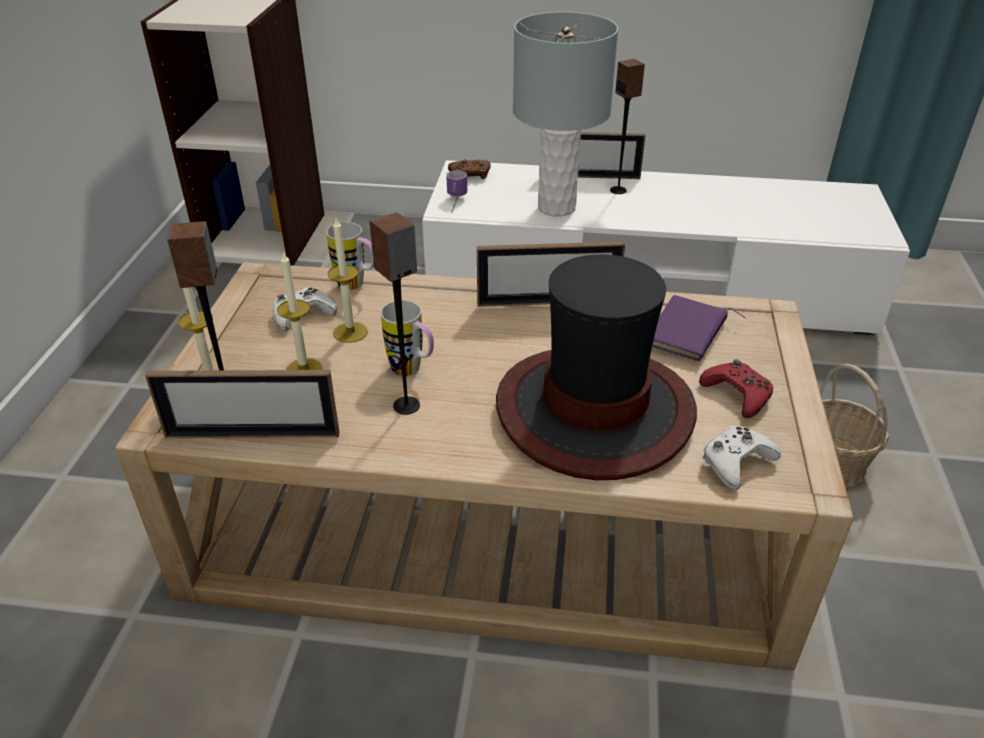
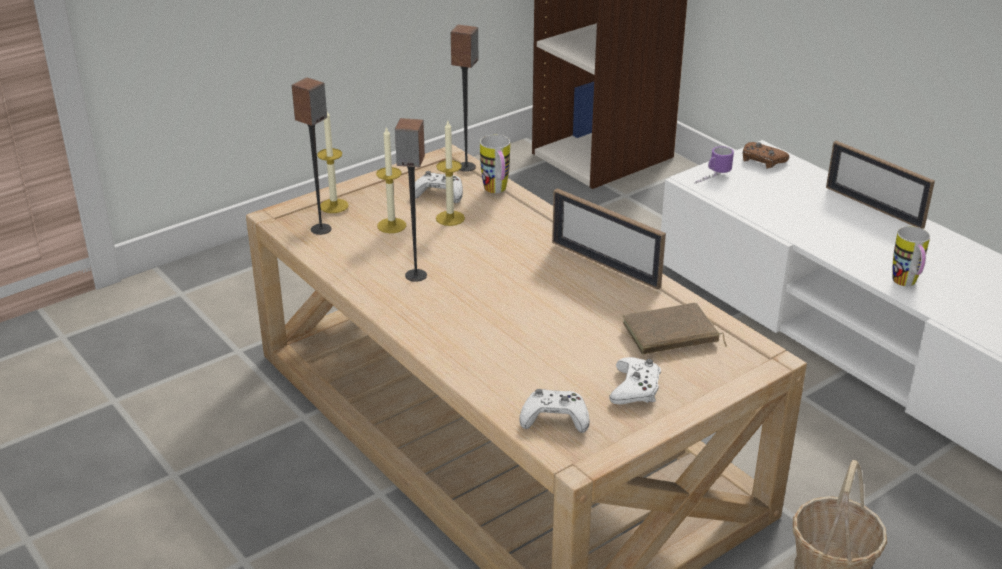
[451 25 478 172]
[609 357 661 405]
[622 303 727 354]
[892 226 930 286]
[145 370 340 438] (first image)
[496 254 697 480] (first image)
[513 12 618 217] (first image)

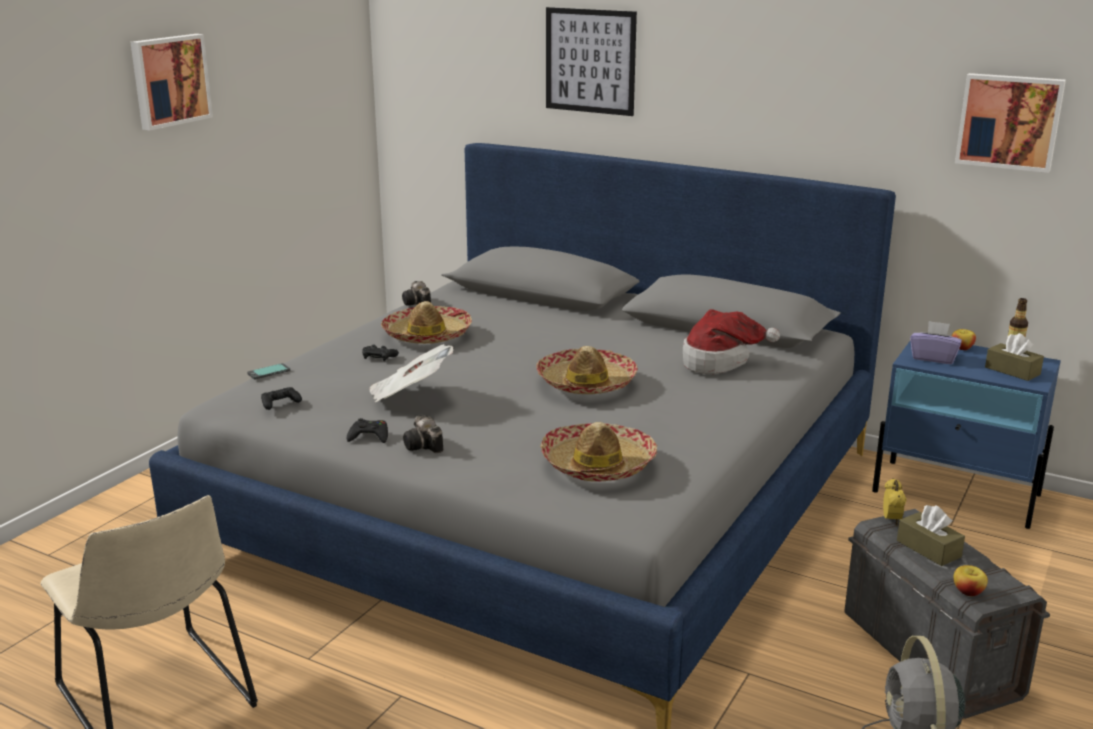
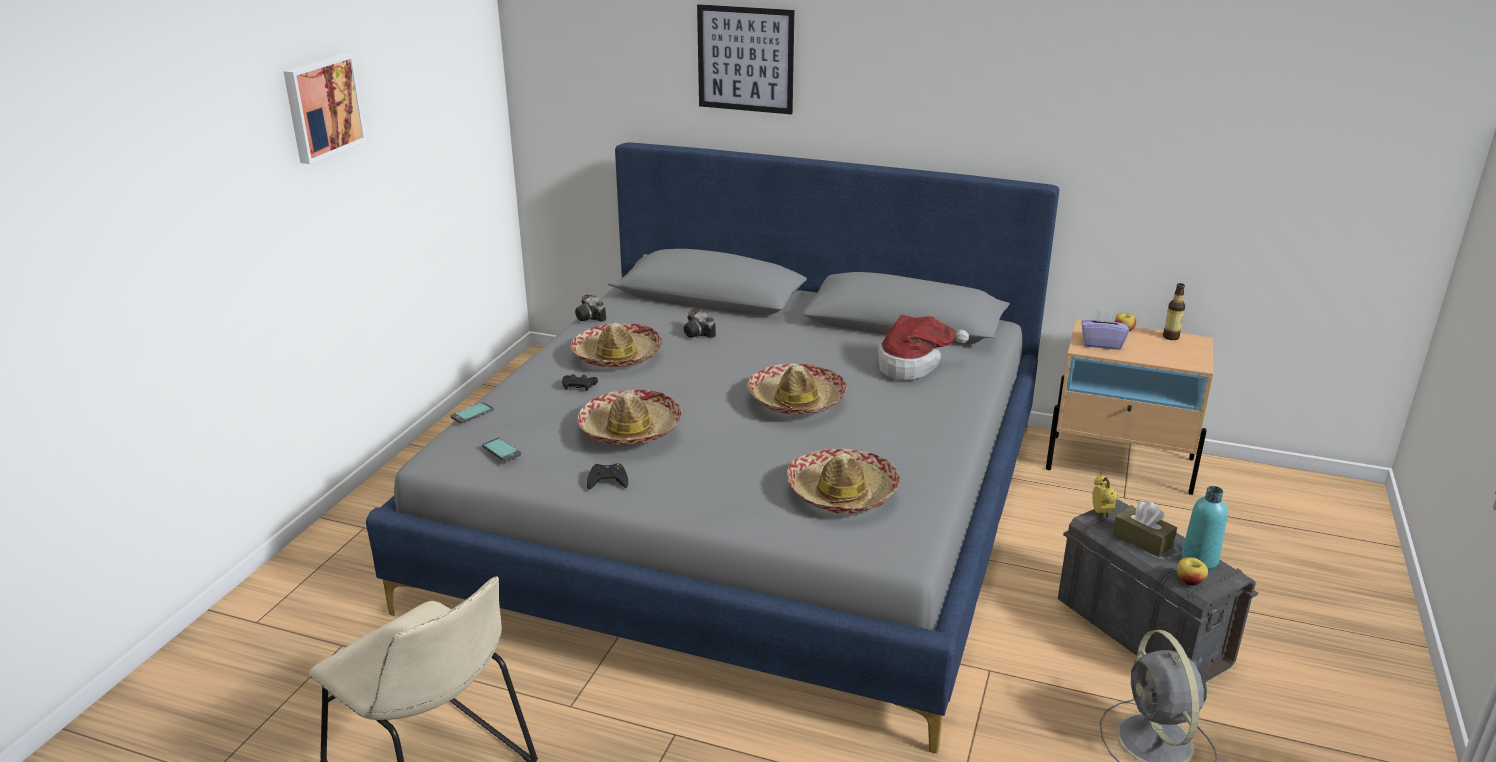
[482 438 521 462]
[577 390 682 445]
[683 310 716 338]
[1046 319 1213 495]
[1181 486 1228 569]
[955 73 1066 173] (first image)
[985 333 1044 381] (first image)

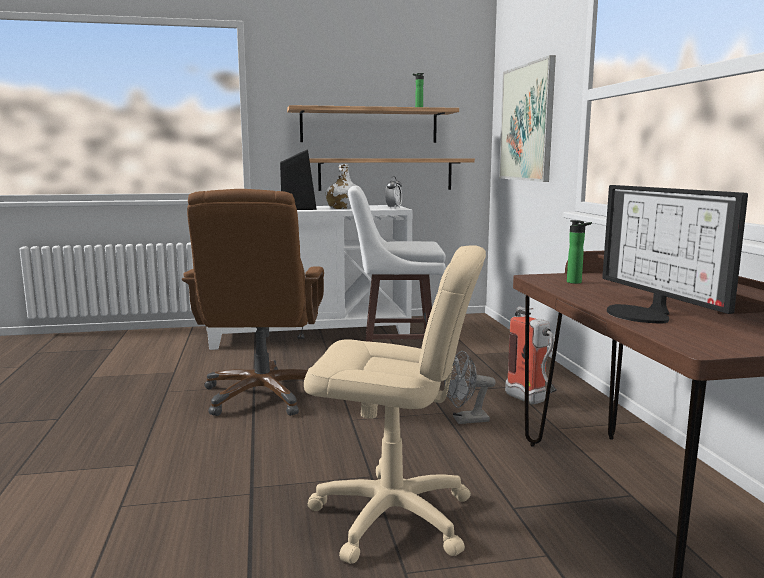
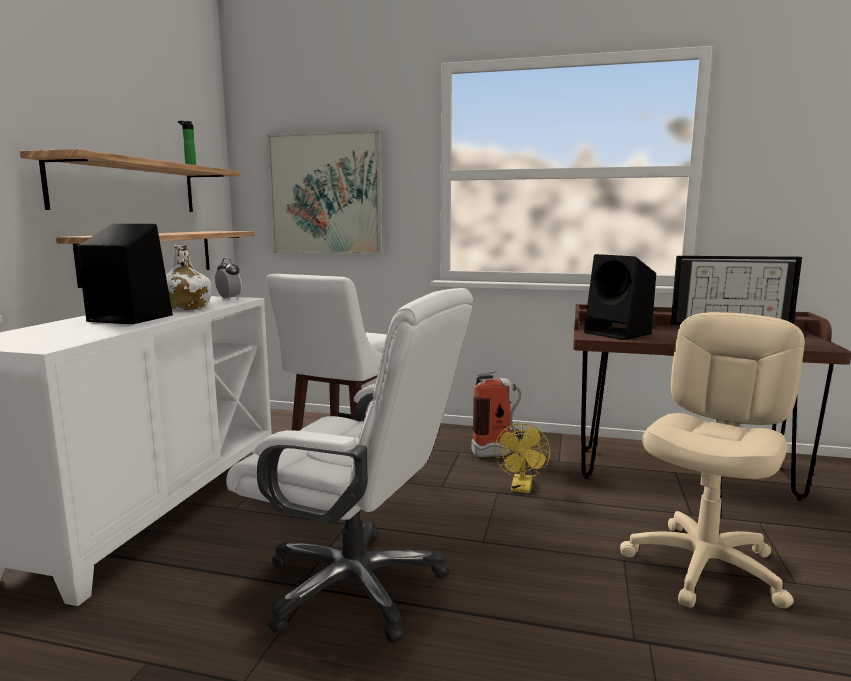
[226 288 473 643]
[494 423 550 493]
[584 254 656 340]

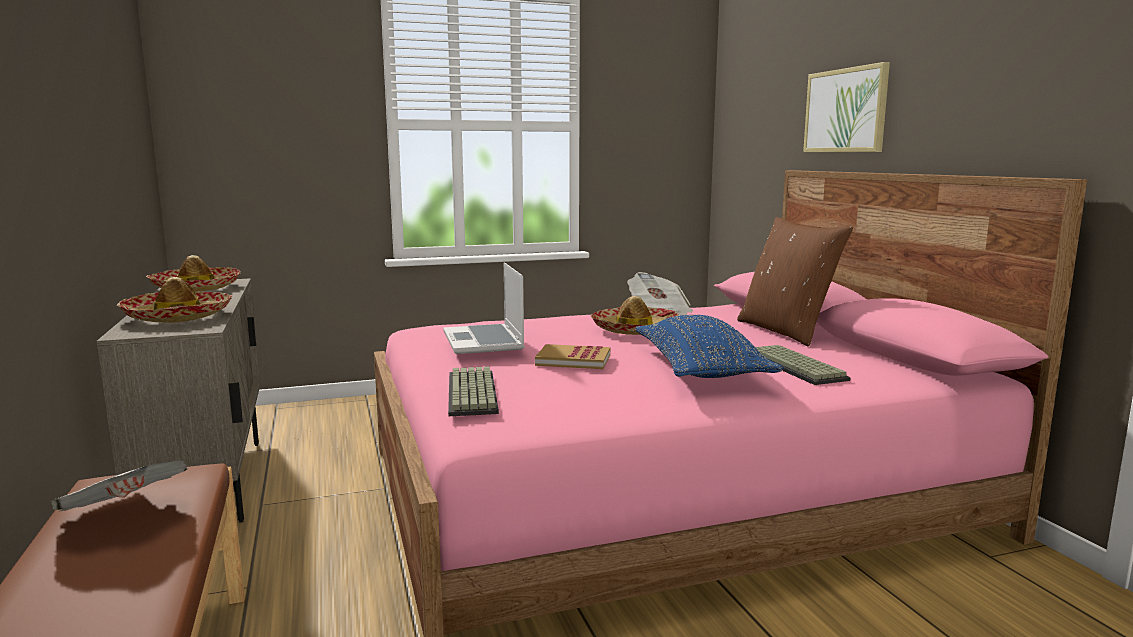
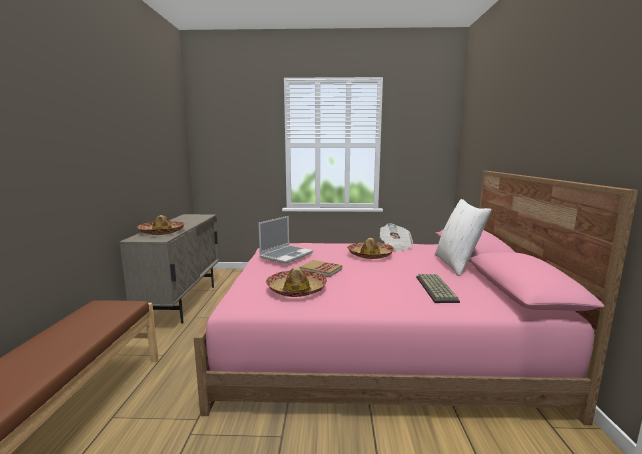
[258 216 313 264]
[266 267 327 297]
[435 199 492 276]
[50 461 188 511] (first image)
[448 367 499 416] (first image)
[635 315 783 378] (first image)
[803 62 890 152] (first image)

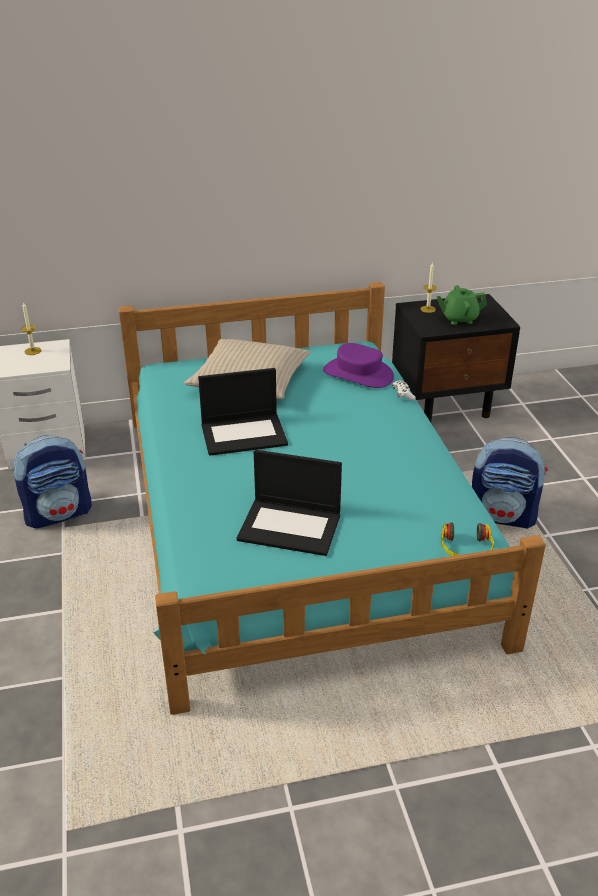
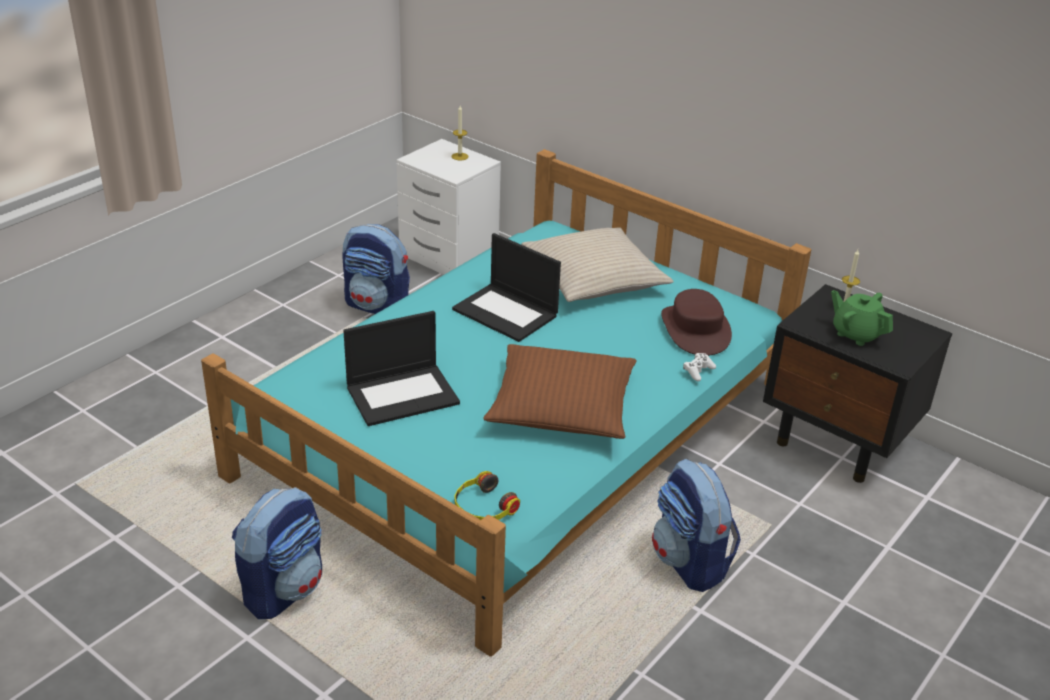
[232 487 322 619]
[343 311 460 426]
[483 344 636 439]
[661 289 732 356]

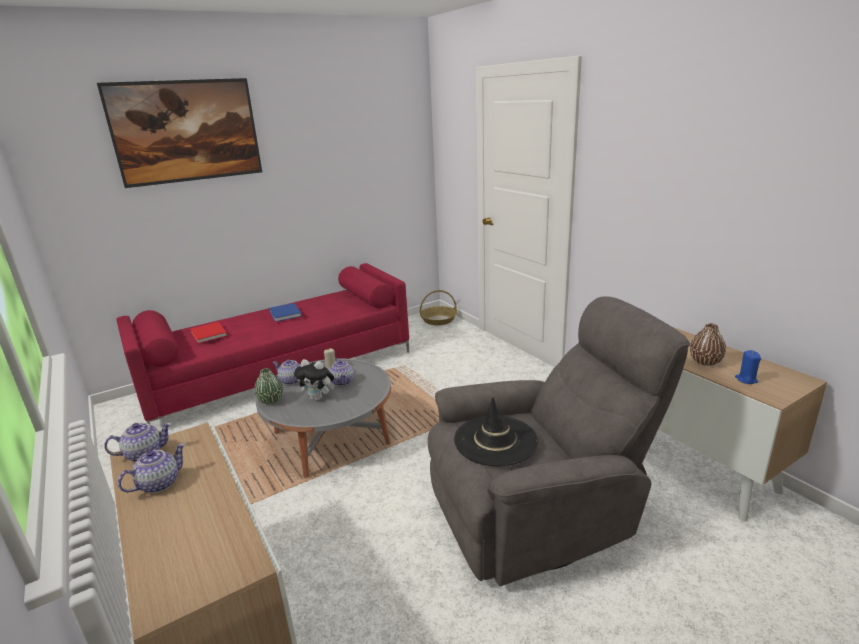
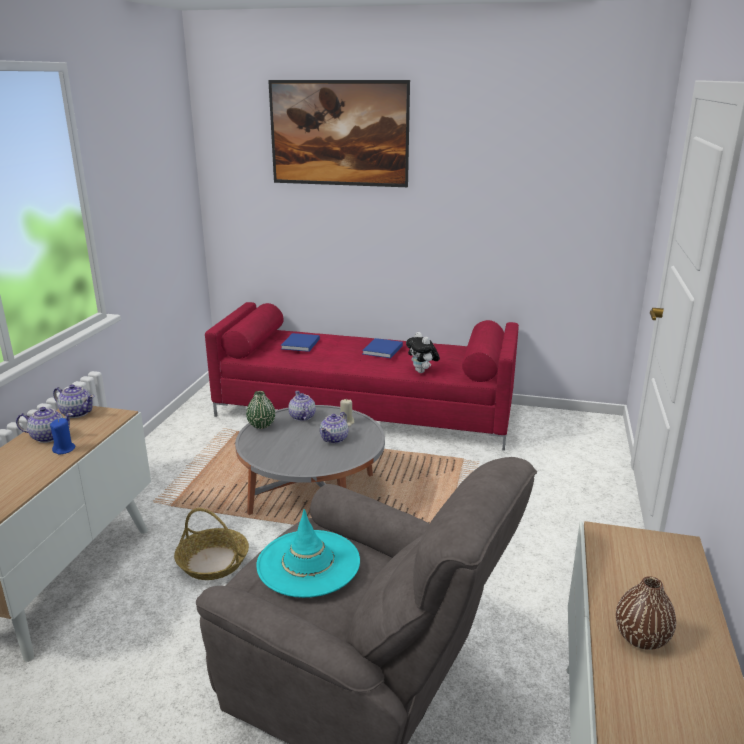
[50 418 75 455]
[174 508 249 580]
[257 509 360 598]
[281 333 320 352]
[406 332 440 373]

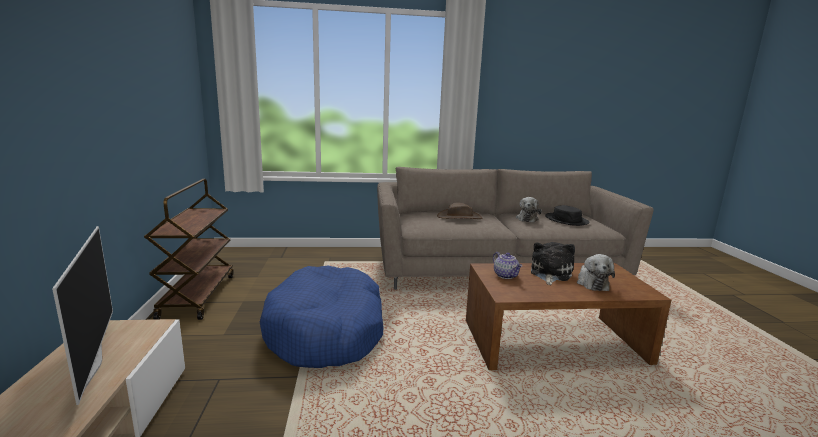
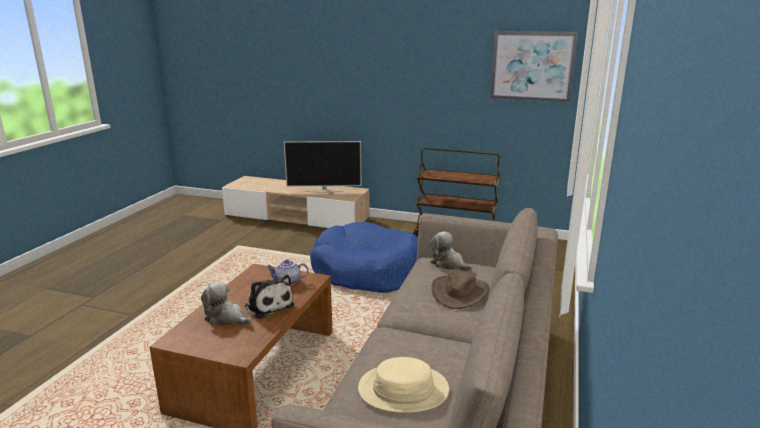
[358 357 449 413]
[430 231 473 271]
[490 31 578 103]

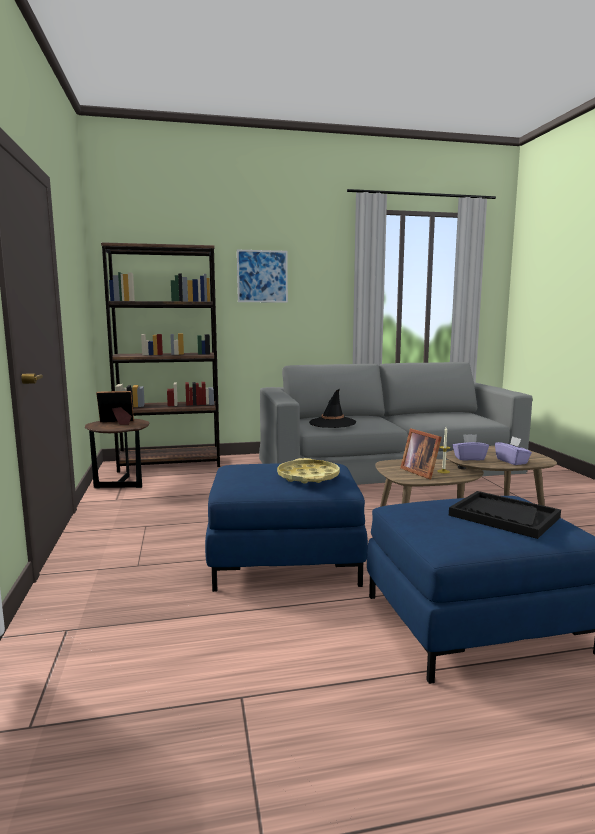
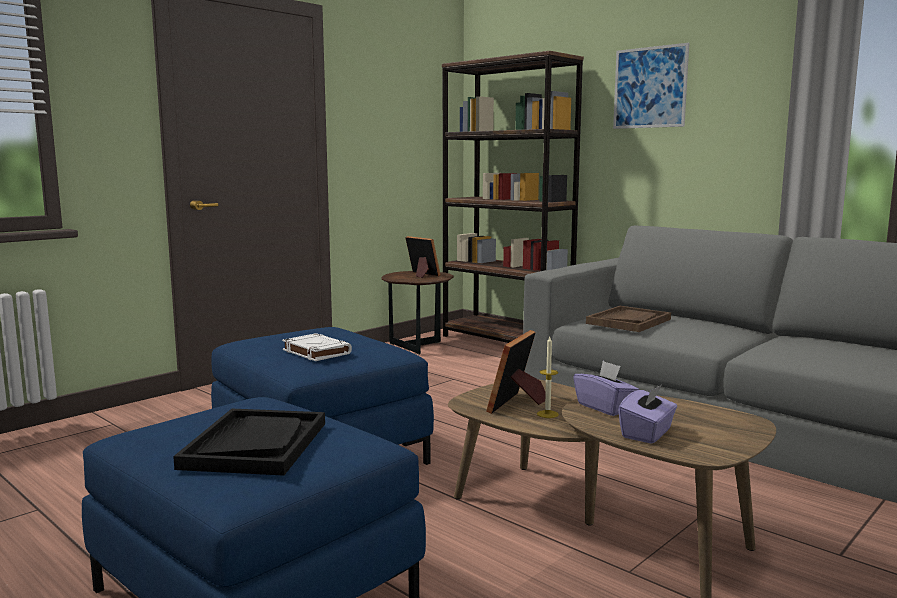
[282 333 352 361]
[586 306 671 332]

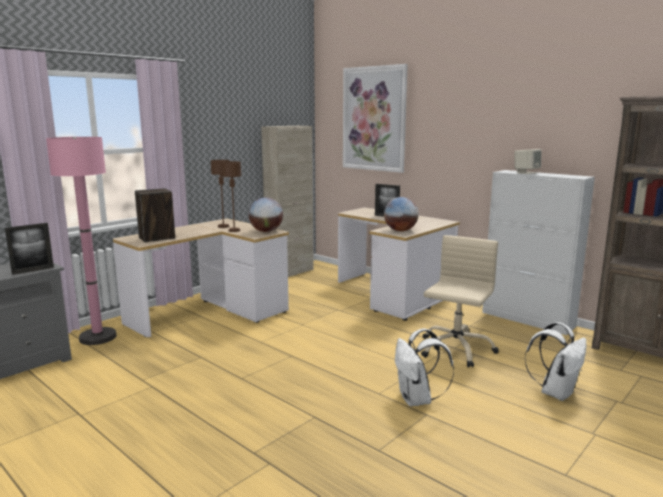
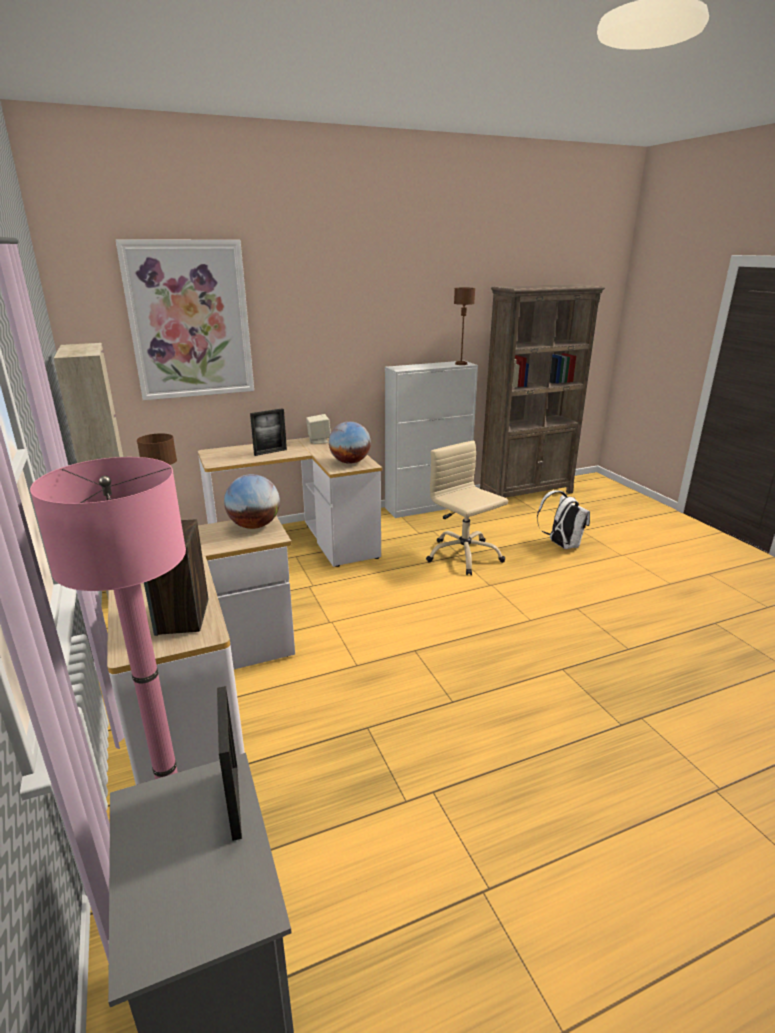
[306 414 331 444]
[454 288 475 365]
[395 328 454 406] (first image)

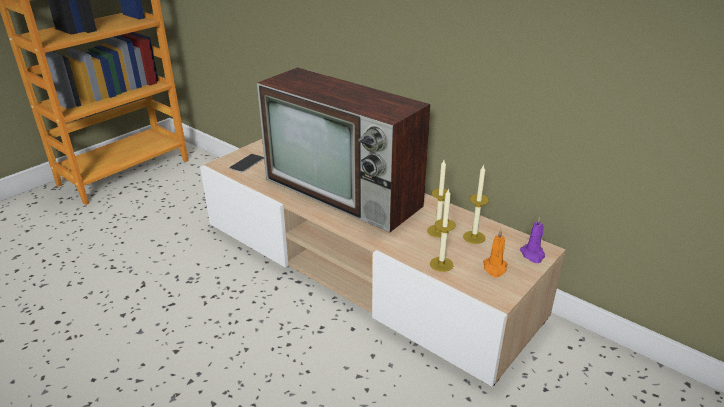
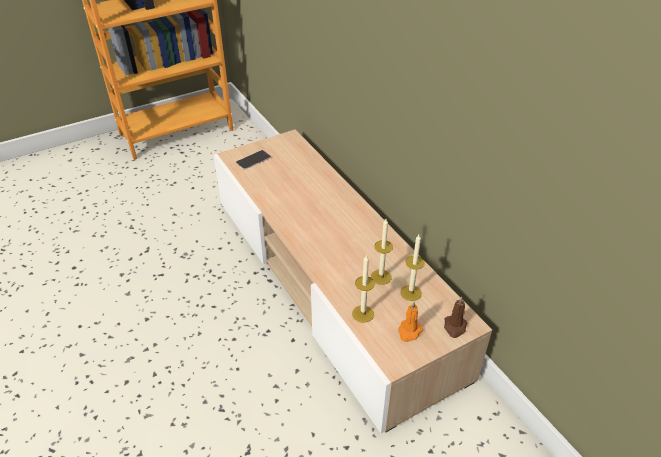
[444 296 467 338]
[257 67 430 233] (first image)

